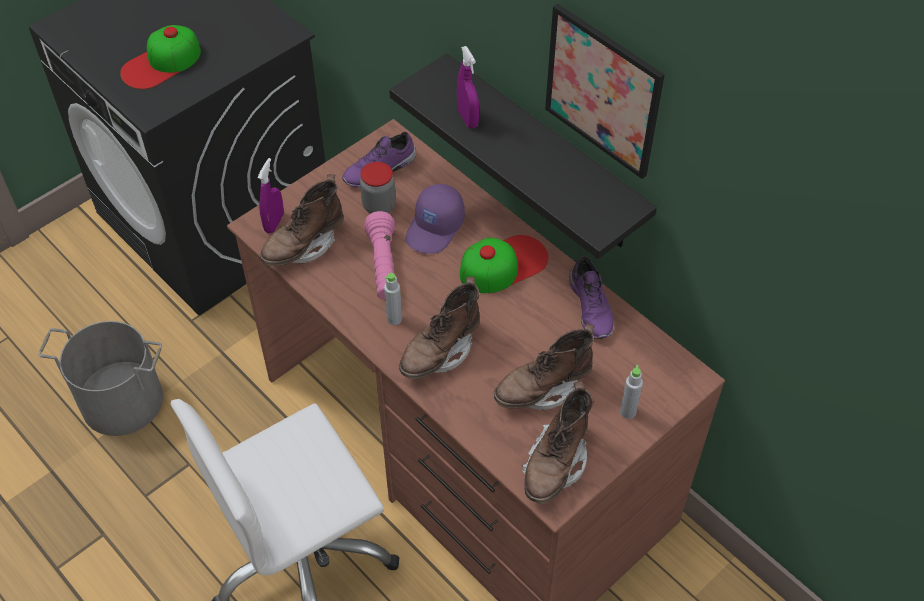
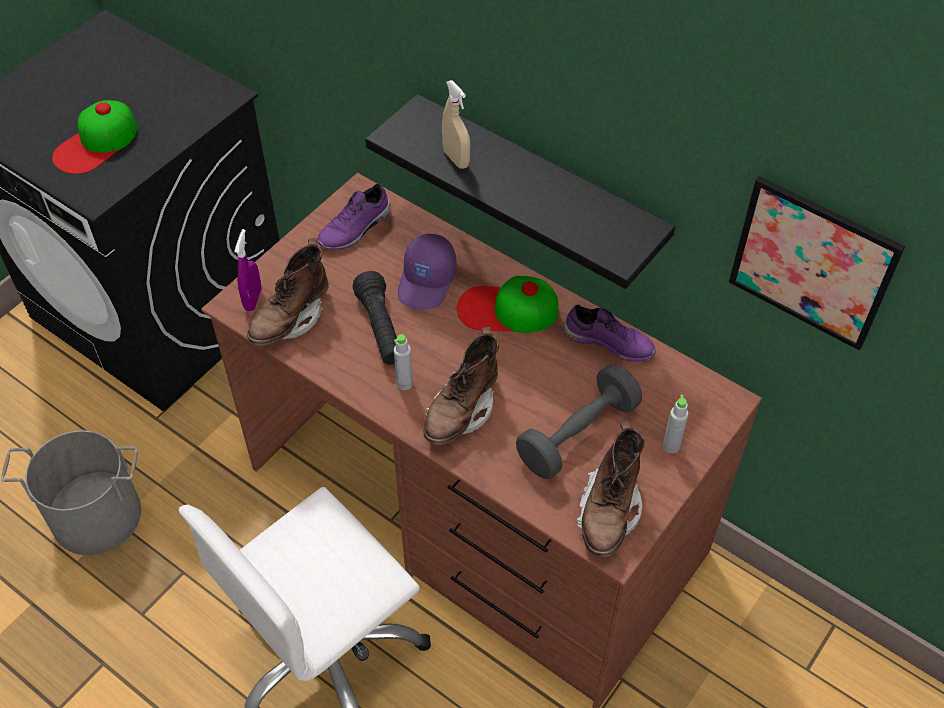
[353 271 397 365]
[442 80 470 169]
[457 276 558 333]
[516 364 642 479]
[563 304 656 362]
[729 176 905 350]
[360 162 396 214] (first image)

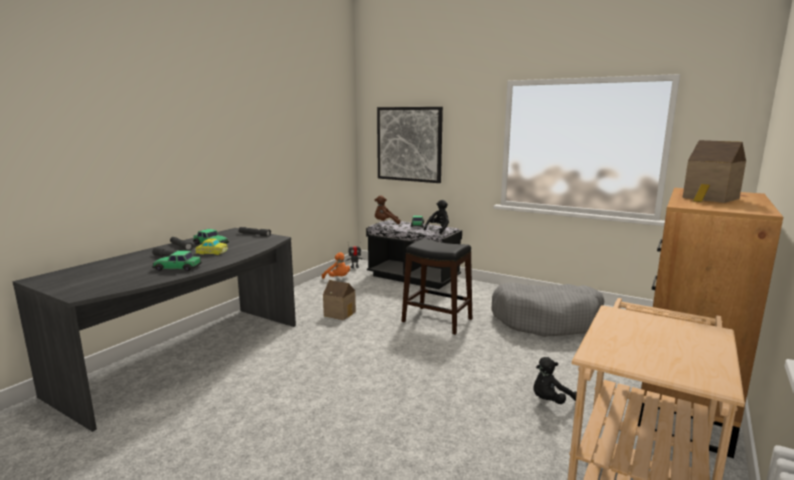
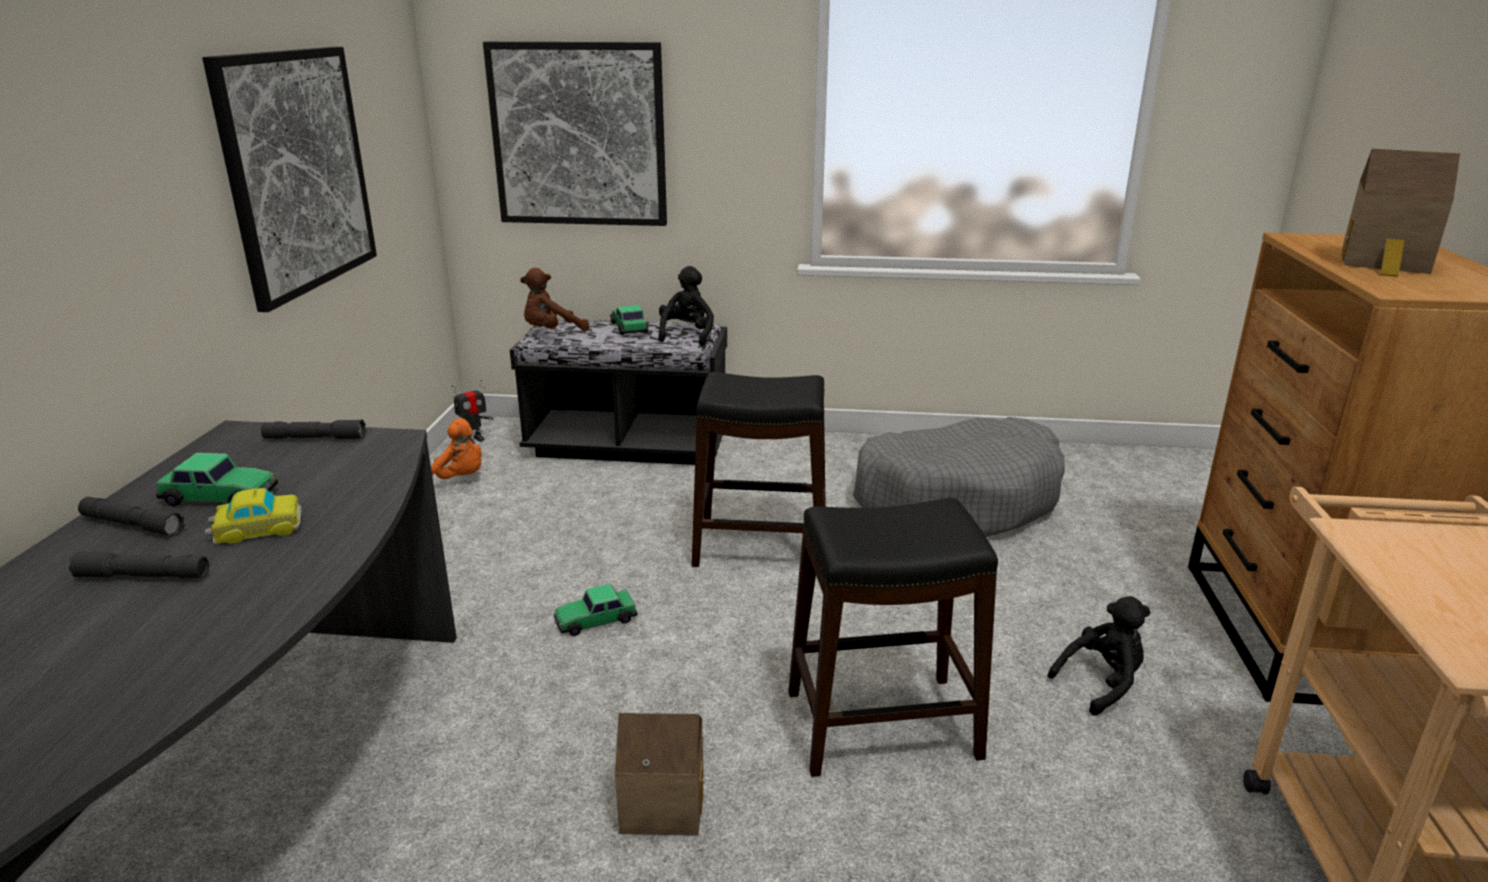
[202 47 377 312]
[554 584 638 636]
[615 713 704 836]
[788 498 998 777]
[1048 596 1151 715]

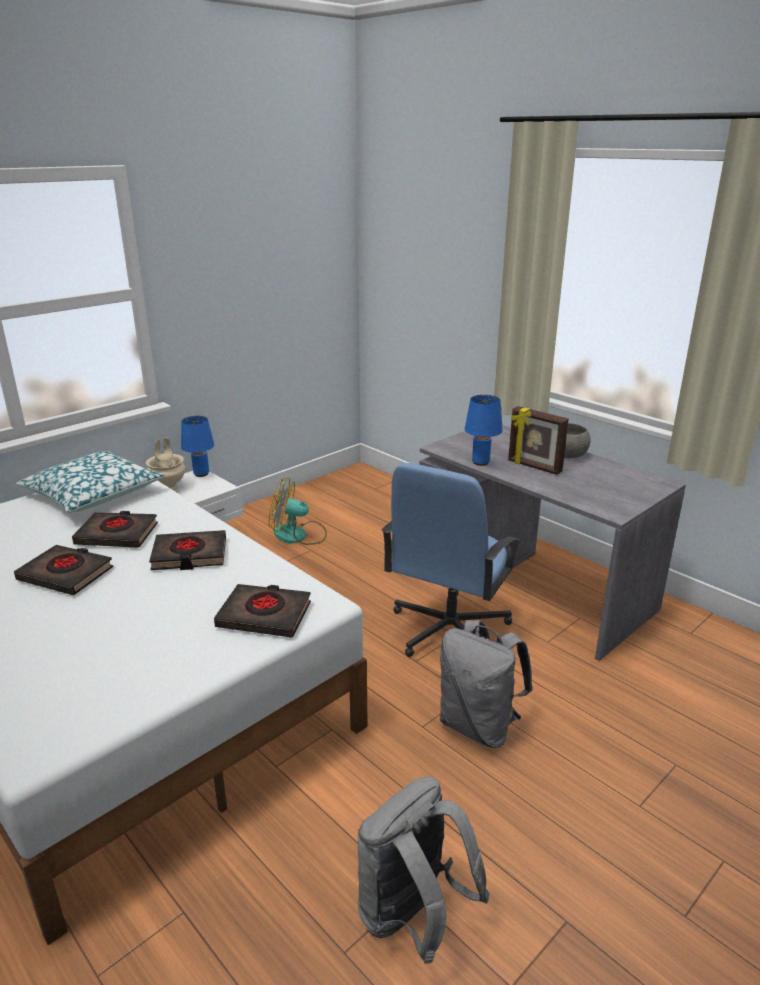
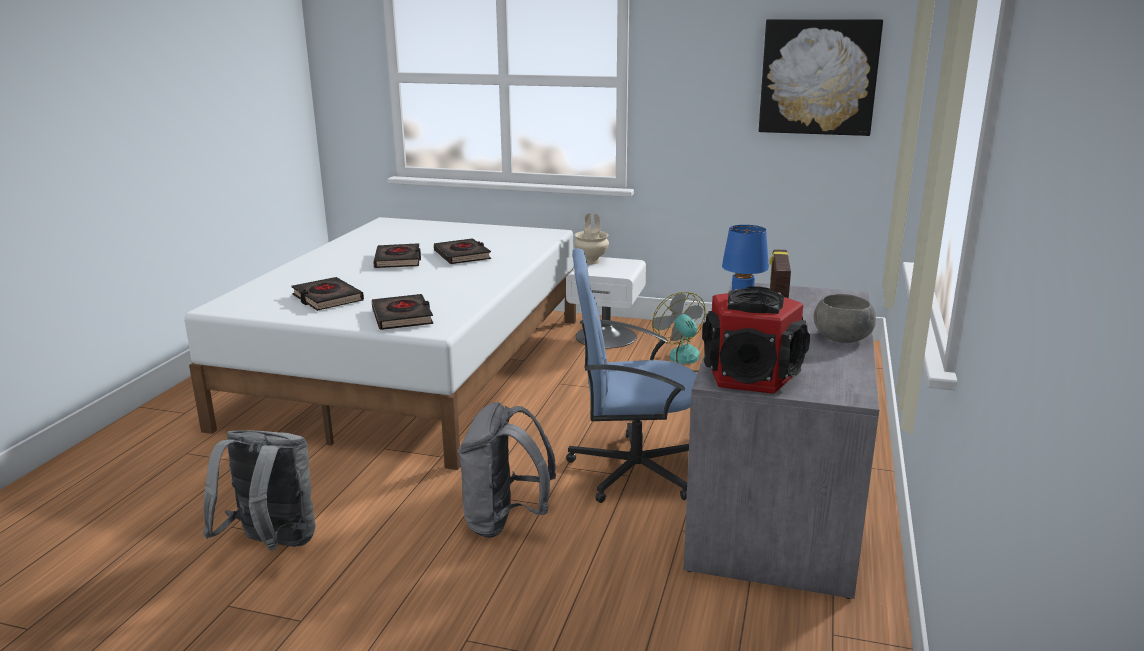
[292 277 364 311]
[702 286 810 394]
[759 19 883 136]
[16 451 164 513] (first image)
[181 416 214 477] (first image)

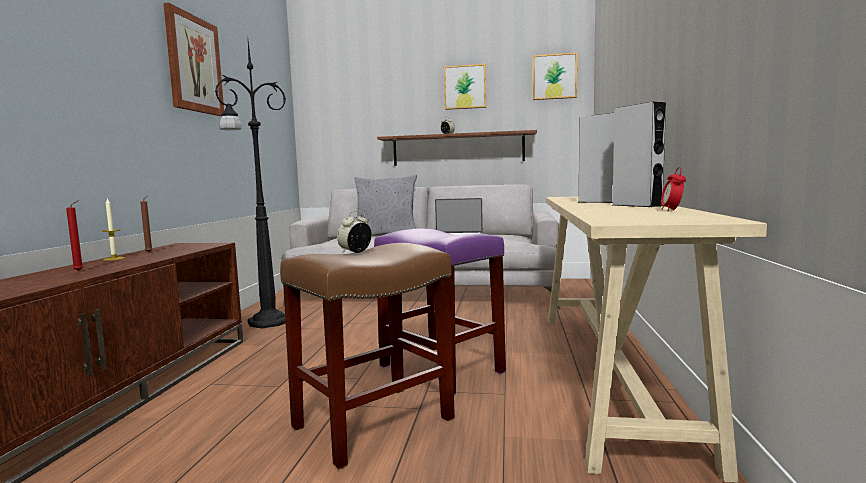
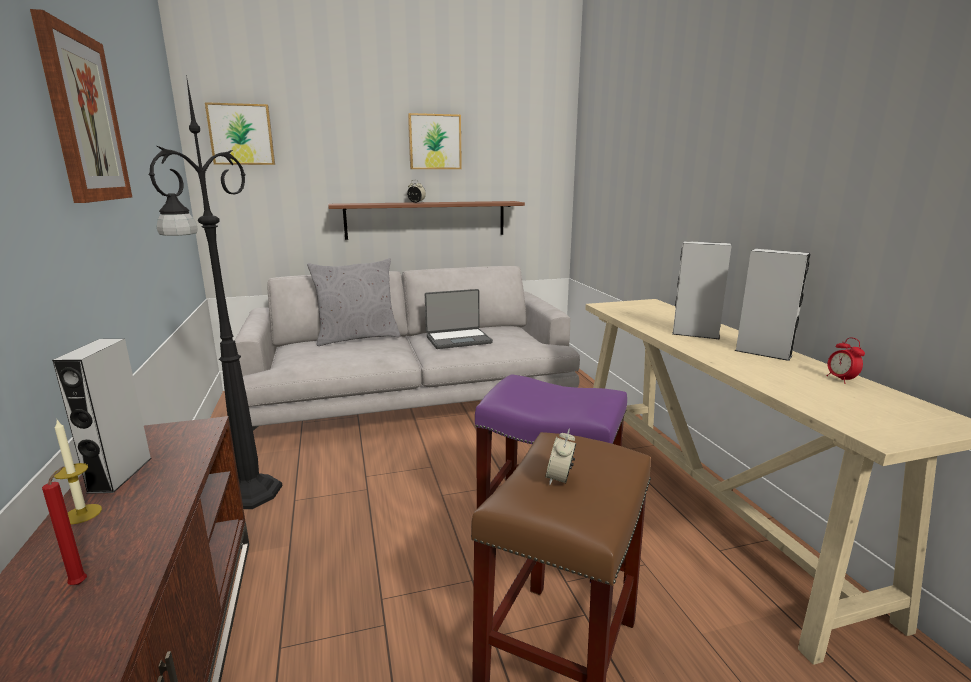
[52 339 152 494]
[205 102 275 165]

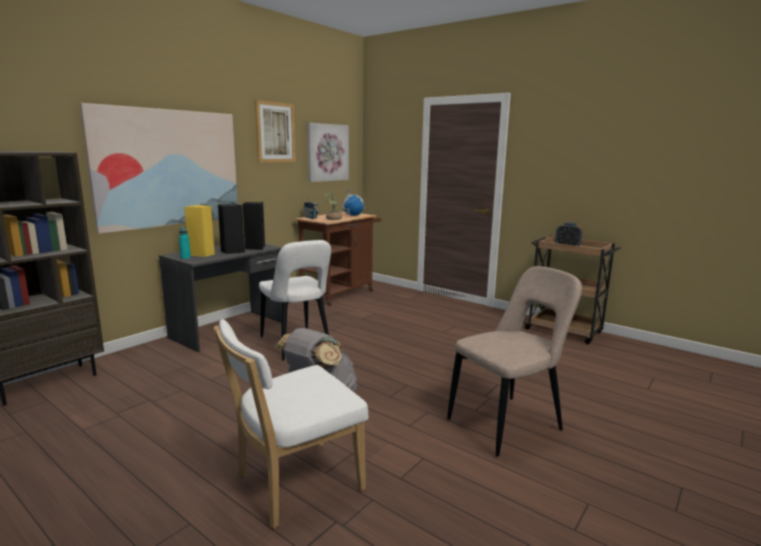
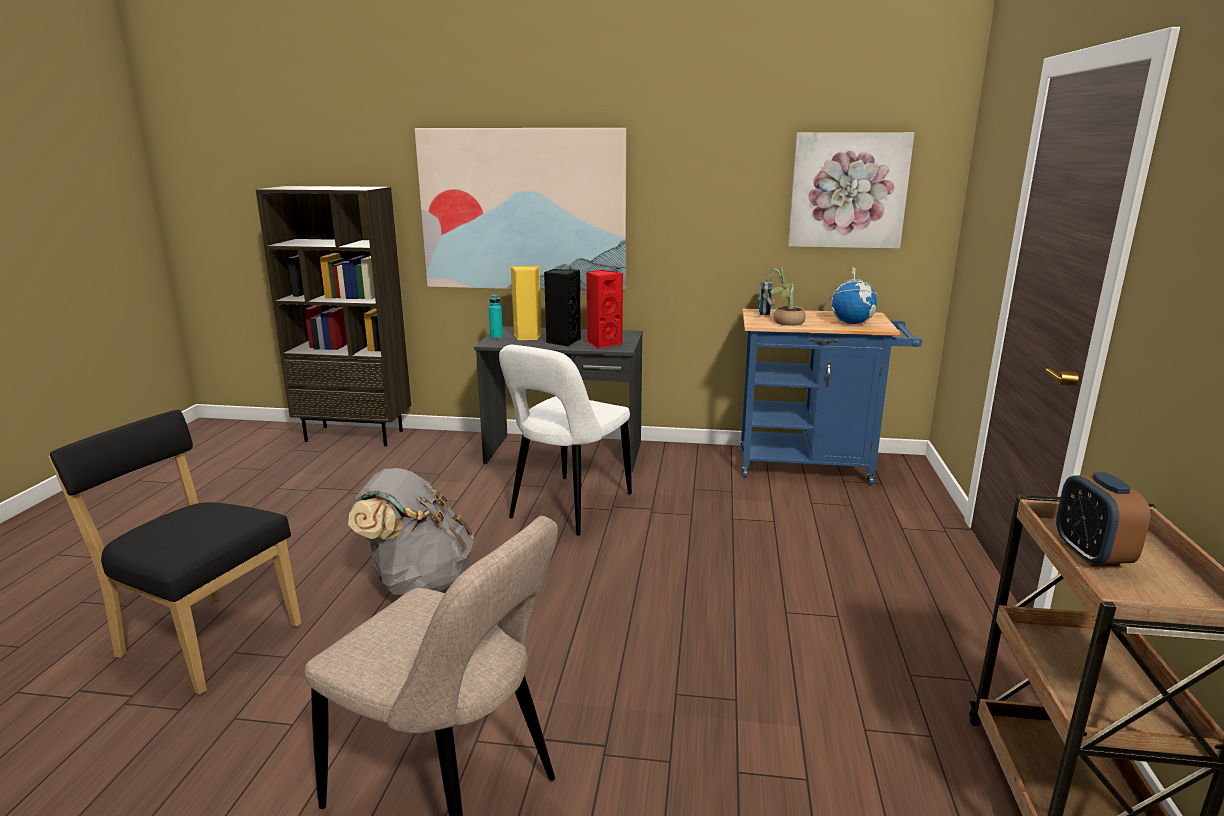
[48 410 301 695]
[586 270 623 349]
[741 309 922 485]
[255 100 296 162] (first image)

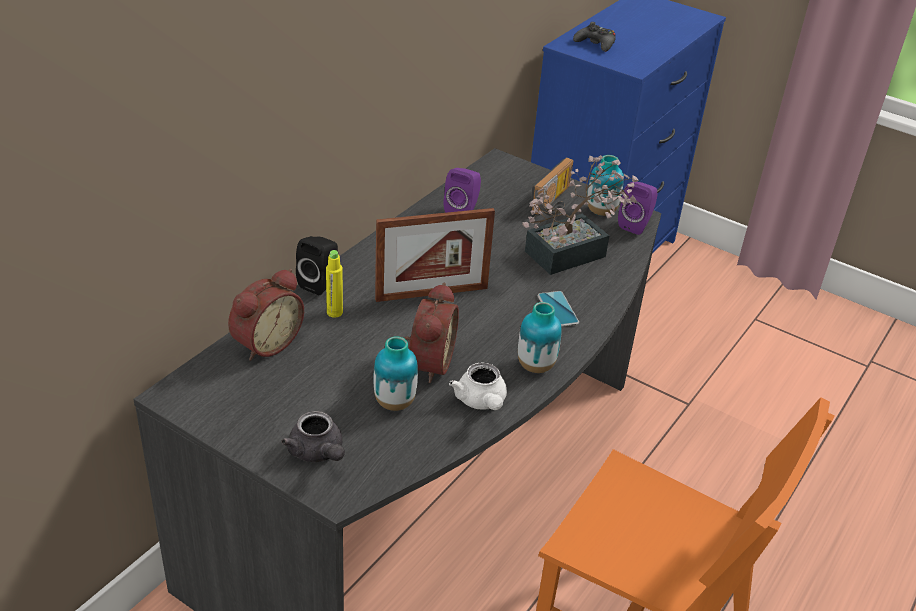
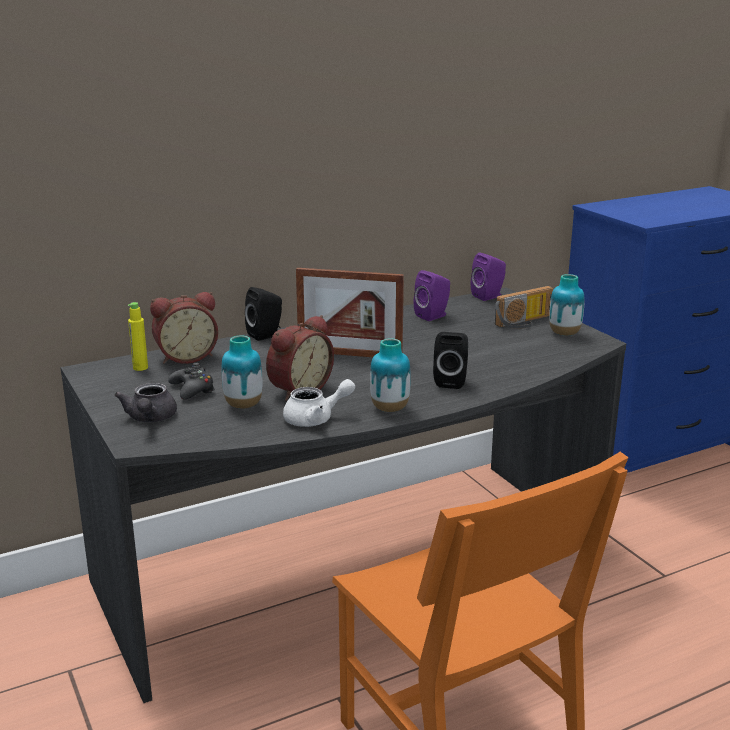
[128 302 148 371]
[168 363 215 400]
[283 379 355 427]
[433 332 468 389]
[471 253 506 301]
[522 155 639 275] (first image)

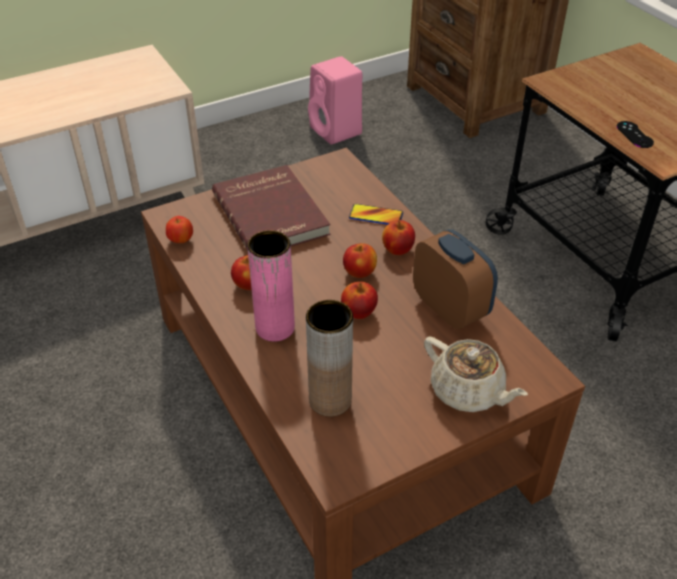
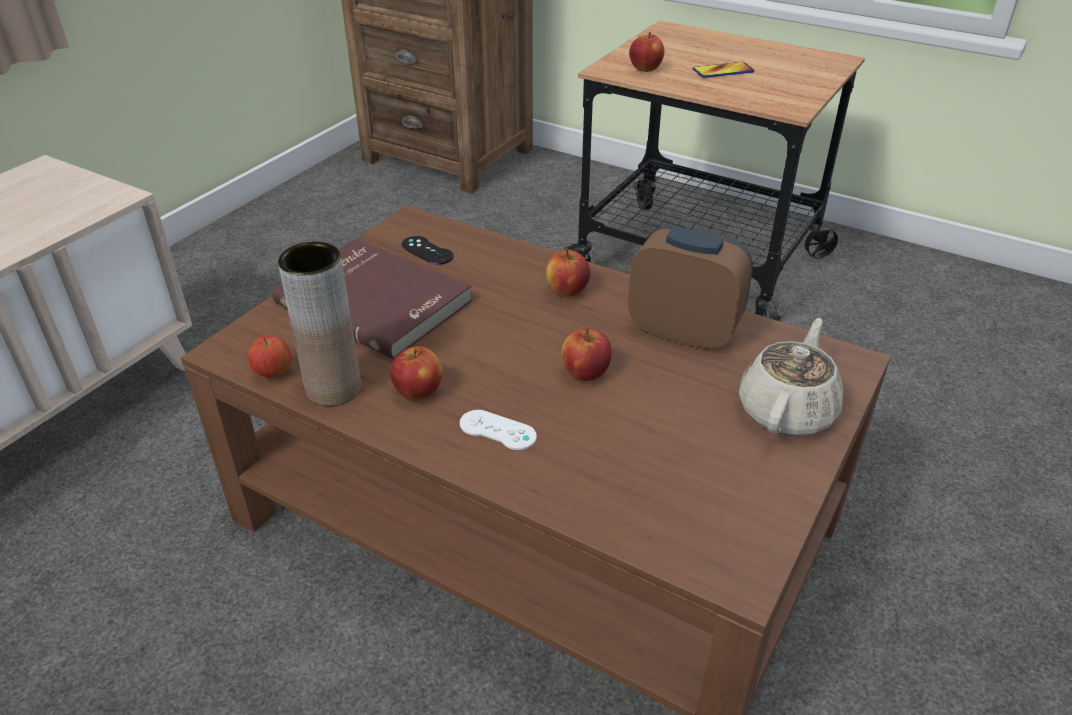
[278 242 361 406]
[402 236 453 265]
[460 410 537 450]
[629 32 665 72]
[693 62 754 78]
[739 318 843 436]
[308 56 362 144] (first image)

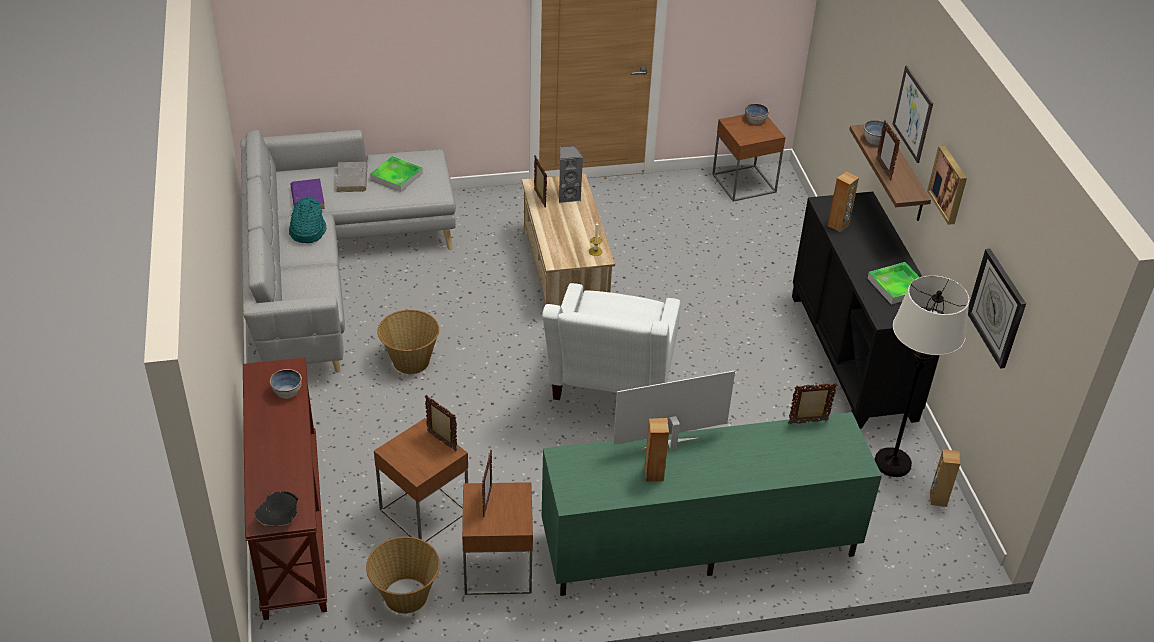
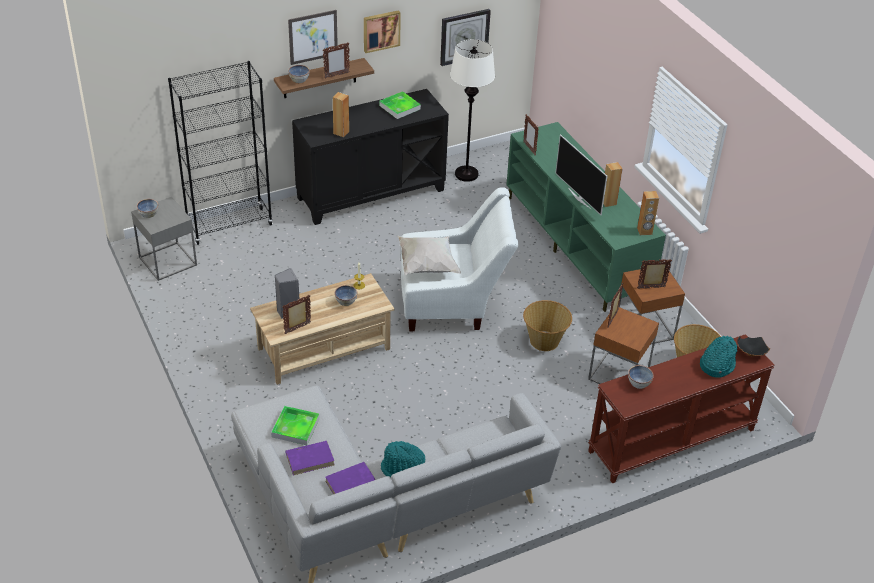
[131 197 197 281]
[168 61 273 245]
[285 441 334 476]
[335 285 357 306]
[398 236 461 275]
[523 300 572 351]
[637 191 659 235]
[700 336 737 378]

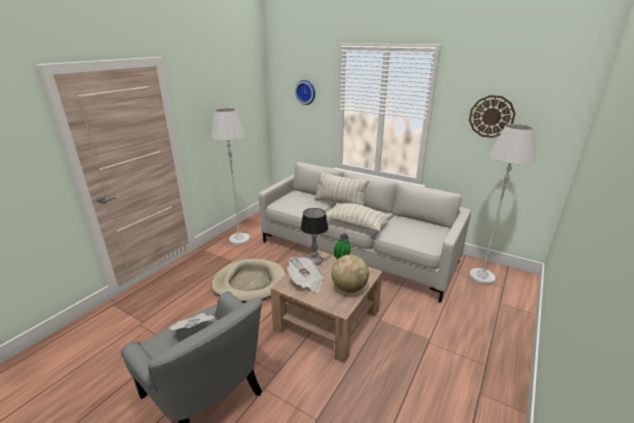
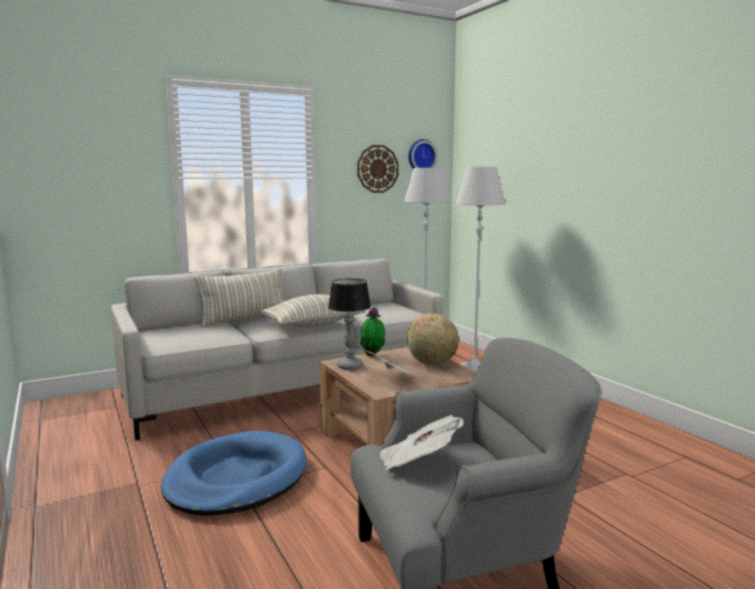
[161 431 307 516]
[409 139 438 169]
[456 167 505 372]

